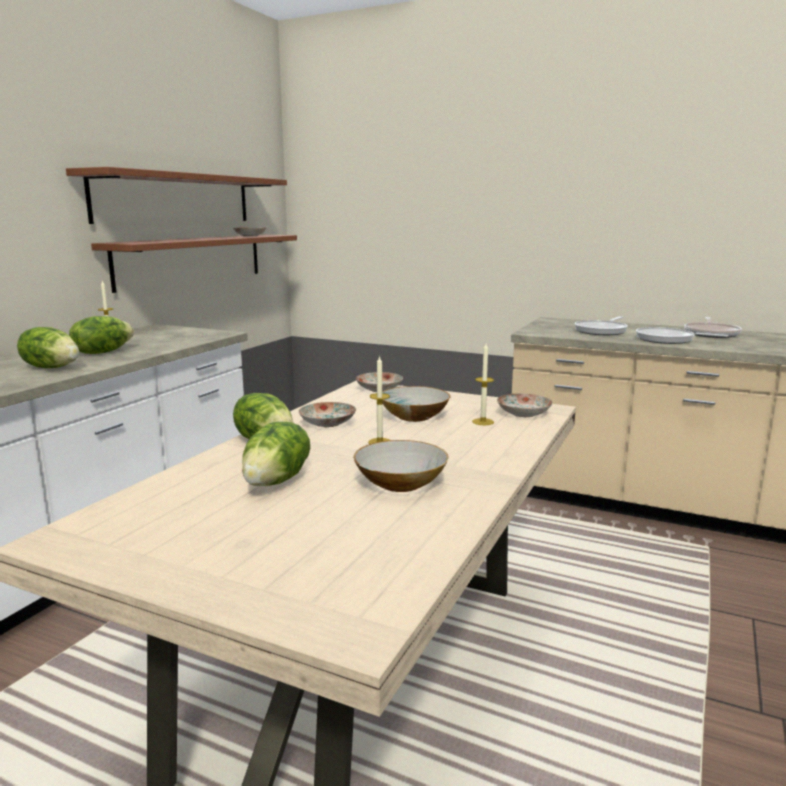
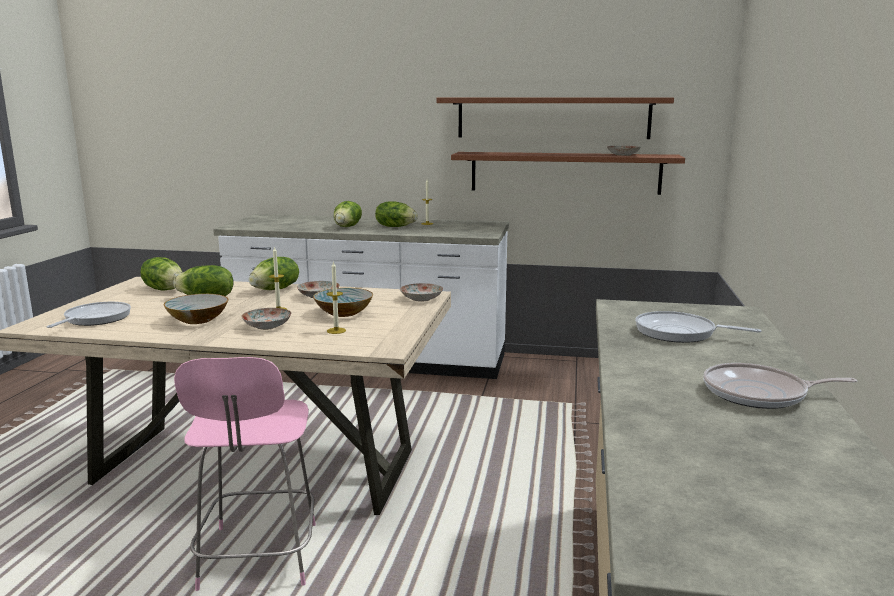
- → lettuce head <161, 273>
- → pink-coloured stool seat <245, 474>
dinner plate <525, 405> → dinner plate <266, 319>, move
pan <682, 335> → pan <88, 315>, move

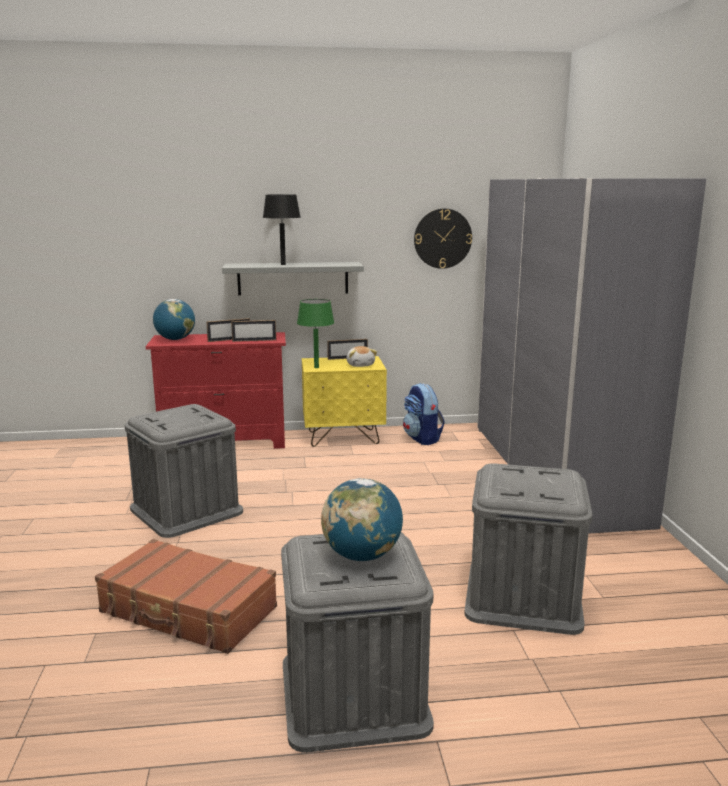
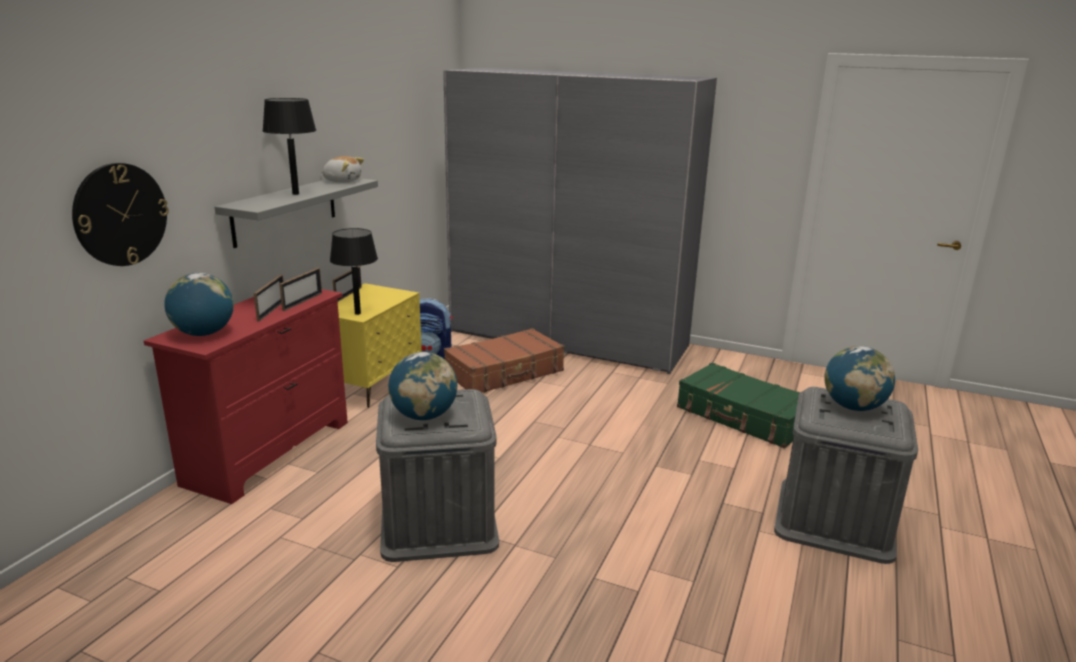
- → globe <422, 386>
brown-coloured piece of luggage <186, 596> → brown-coloured piece of luggage <504, 360>, move
plush toy <362, 356> → plush toy <342, 169>, move
clock on the wall <443, 238> → clock on the wall <120, 214>, move
gray storage container <529, 549> → green-coloured piece of luggage <738, 405>
green-coloured table lamp <315, 333> → black table lamp <354, 271>

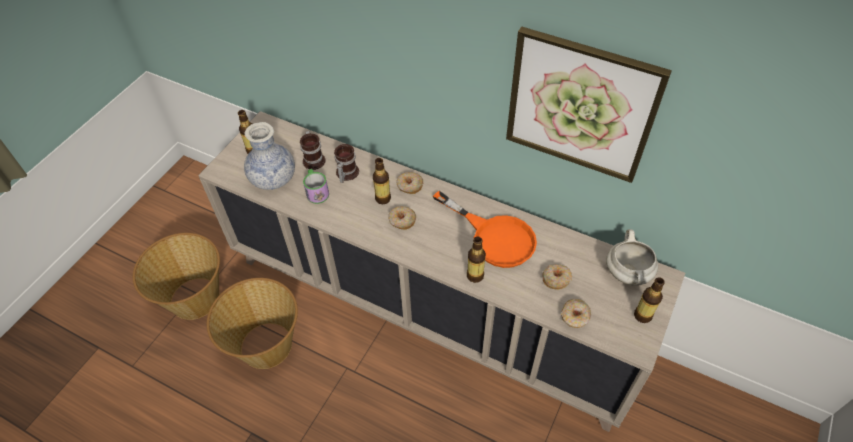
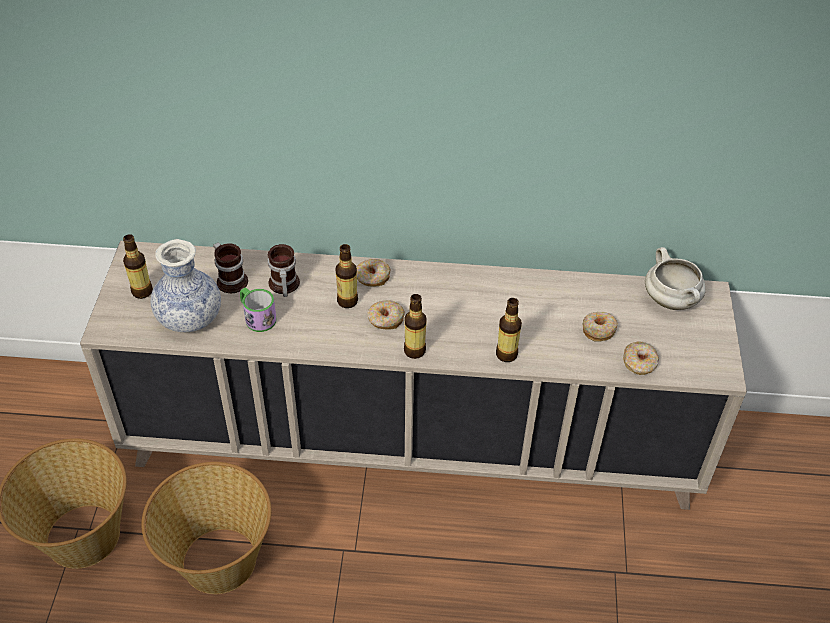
orange pan <485, 229> → -
picture <589, 105> → -
bottle <649, 300> → bottle <415, 326>, move

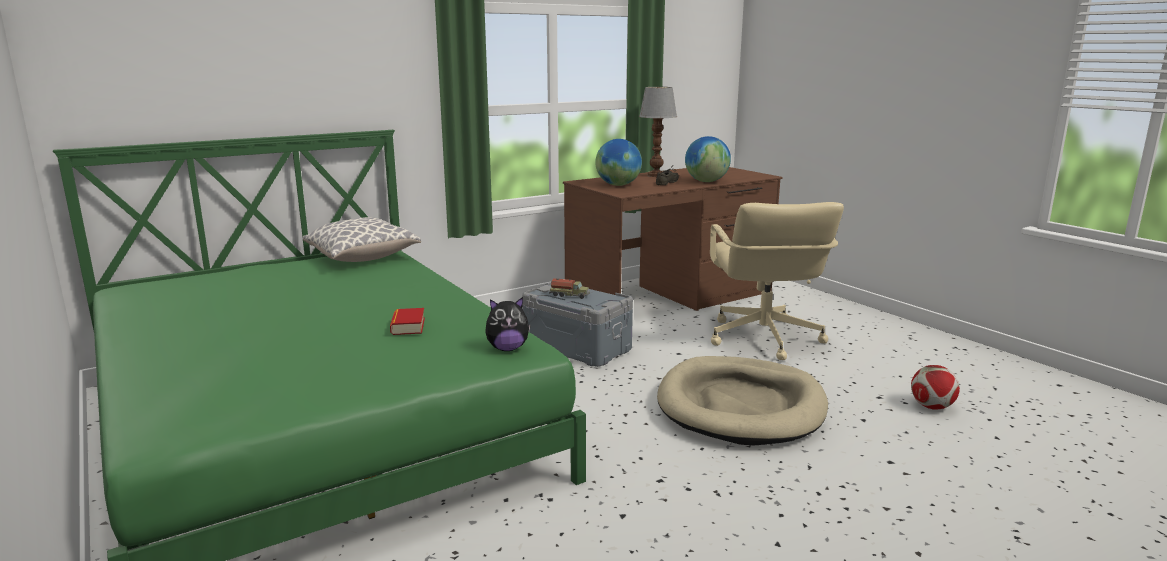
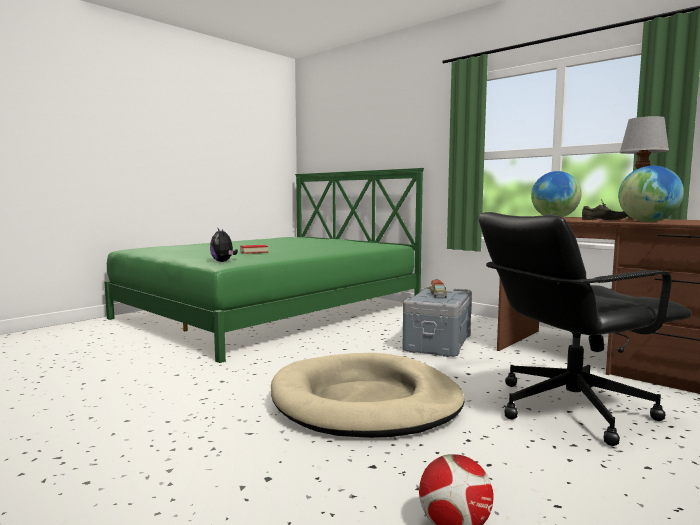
pillow <362, 239> → -
beige desk chair <777, 281> → black desk chair <585, 329>

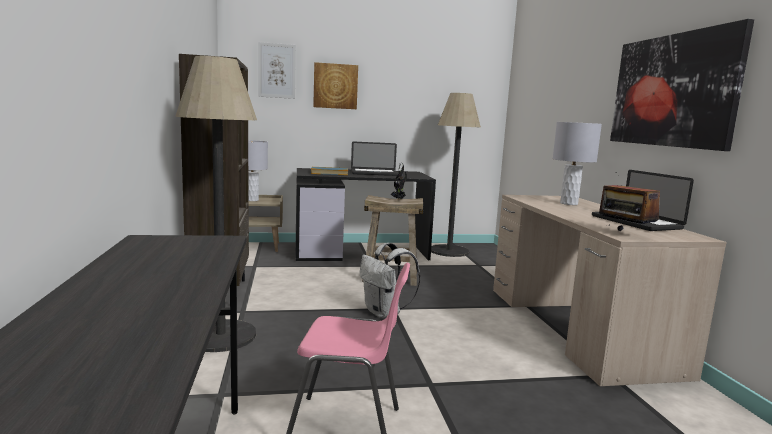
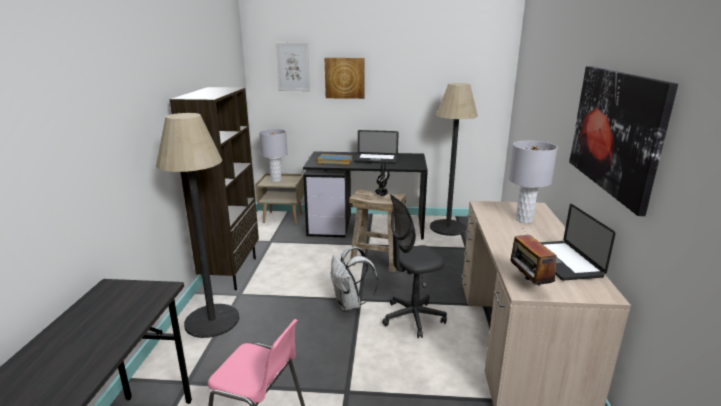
- → gray desk chair <414, 266>

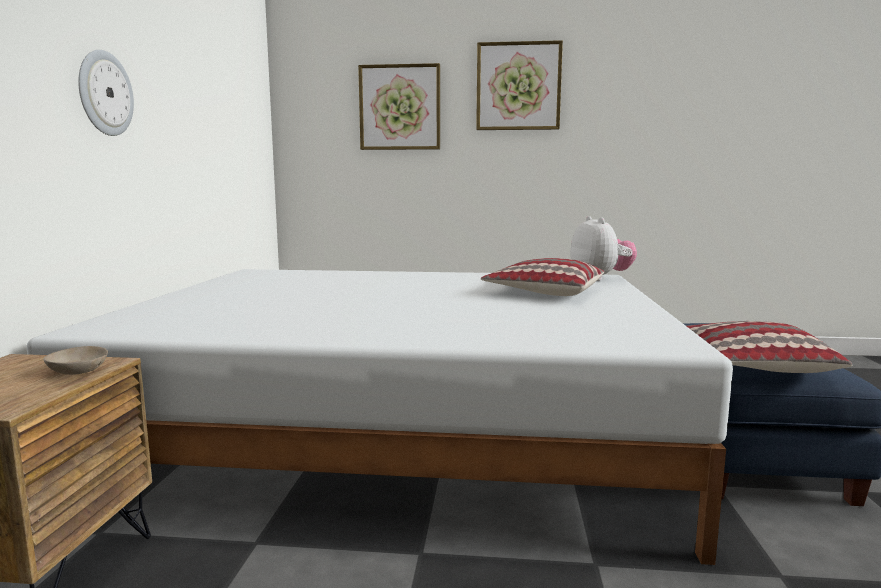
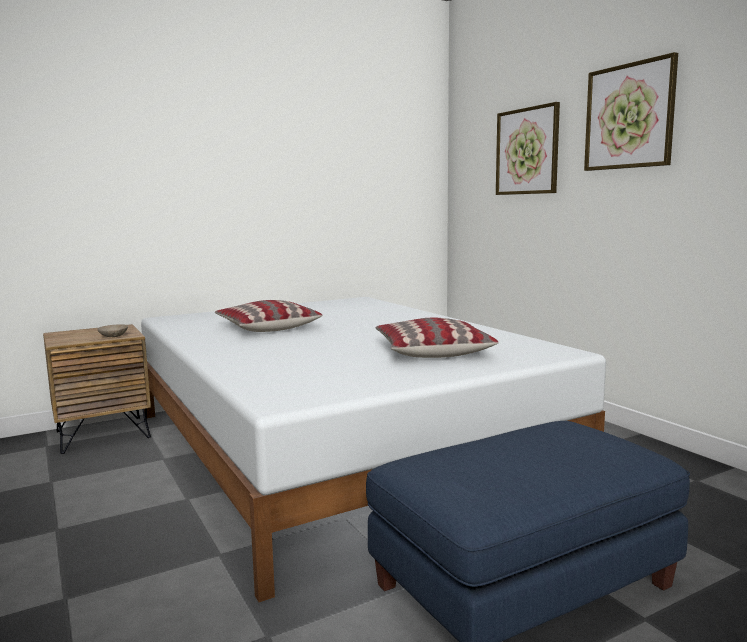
clock on the wall <106, 93> → -
plush toy <603, 248> → -
pillow <769, 347> → pillow <268, 316>, move

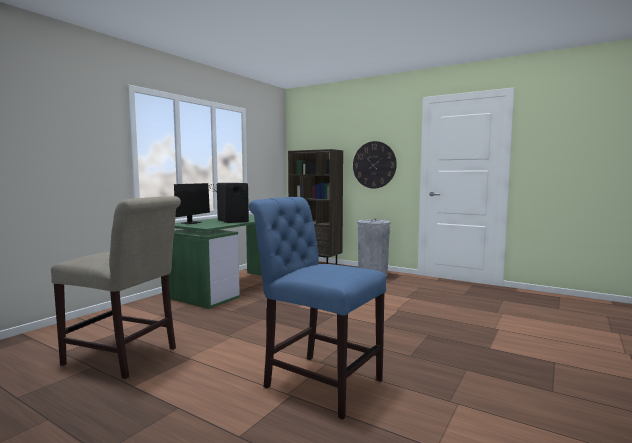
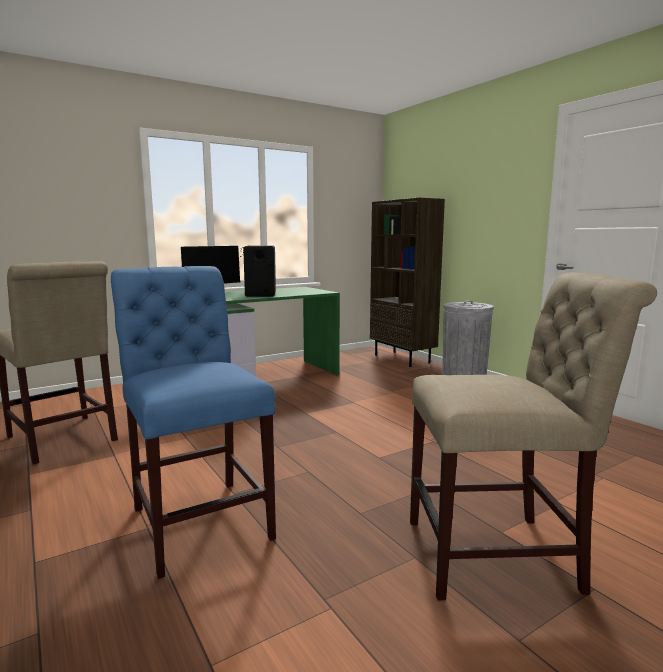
clock on the wall <375, 165> → -
- → beige chair <533, 436>

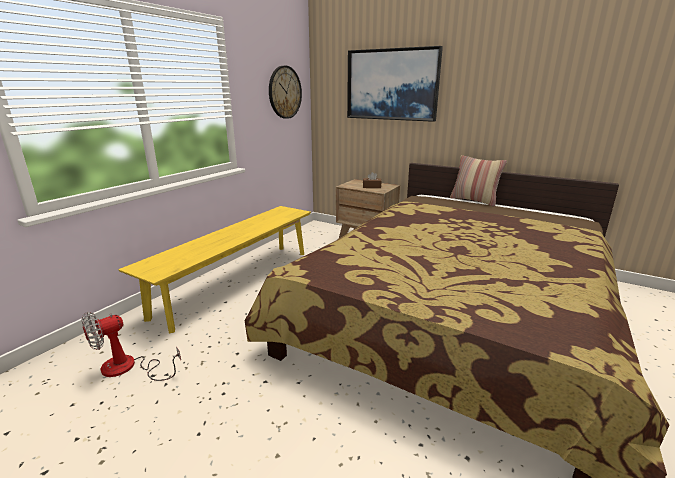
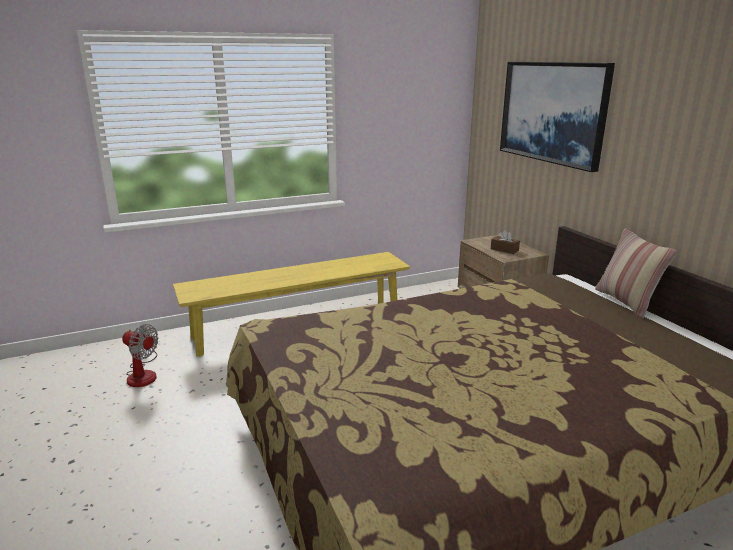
clock on the wall <285, 92> → -
electric fan <131, 346> → electric fan <140, 355>, 150 degrees counterclockwise

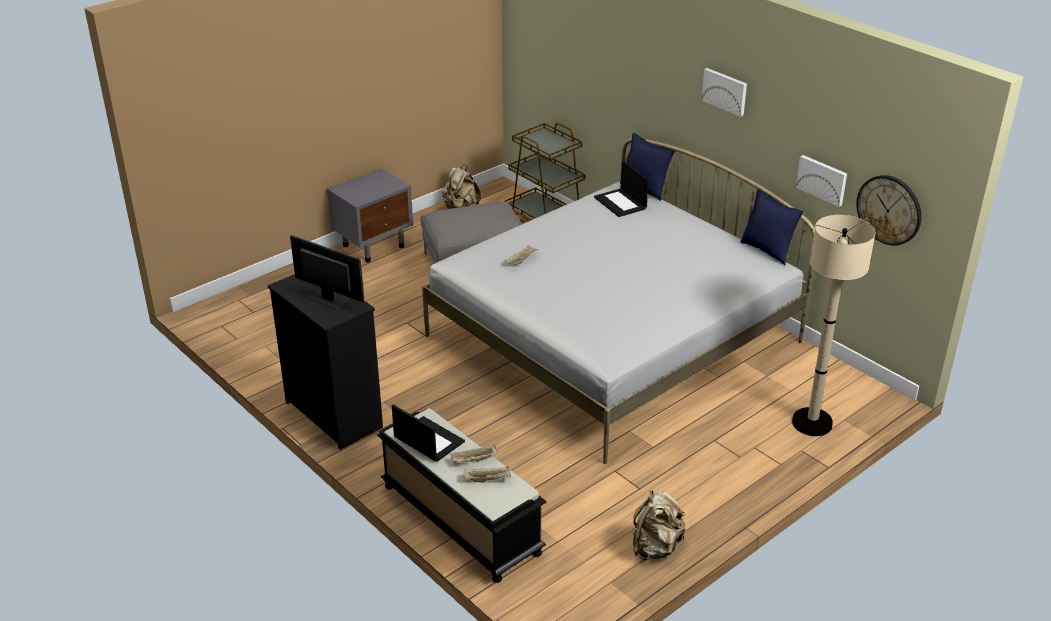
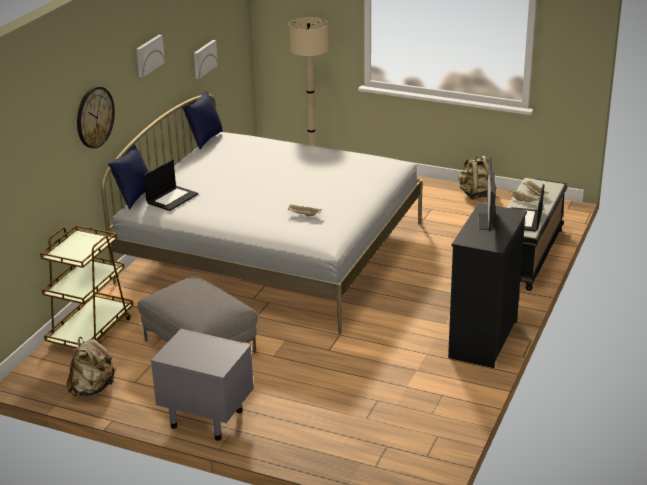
clock on the wall <889, 210> → clock on the wall <96, 117>, move

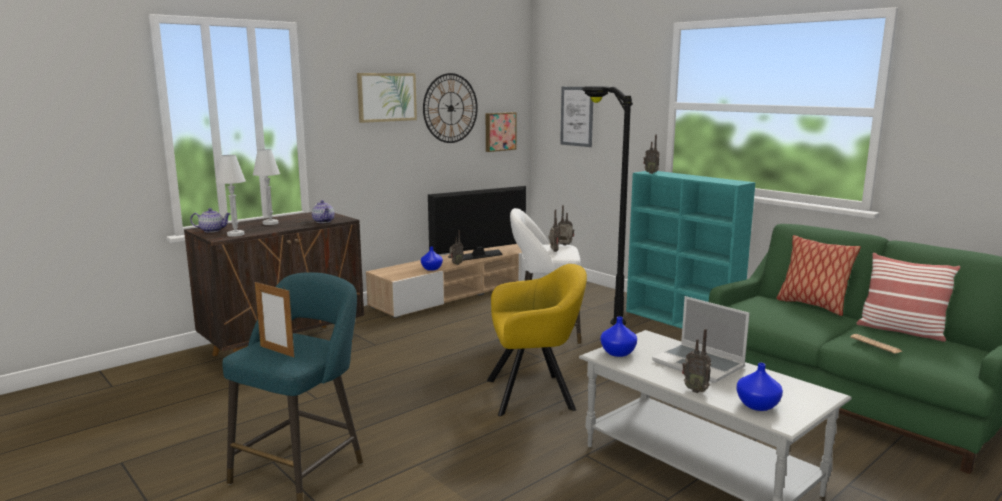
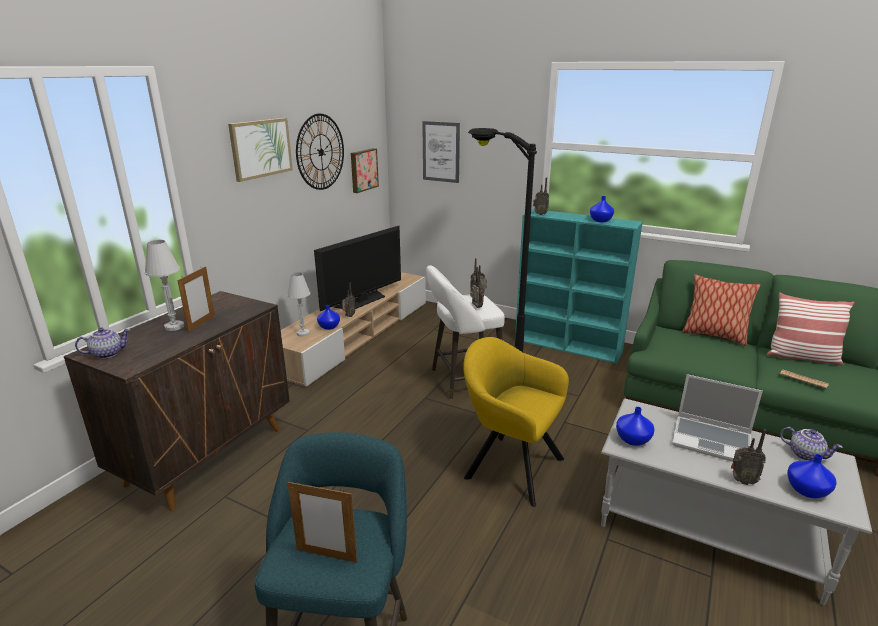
- → photo frame <196, 299>
- → blue-coloured vase <602, 209>
whitish table lamp <231, 196> → whitish table lamp <299, 304>, move
pot for tea <323, 211> → pot for tea <811, 444>, move
yellowish armchair <537, 340> → yellowish armchair <516, 422>, 120 degrees counterclockwise

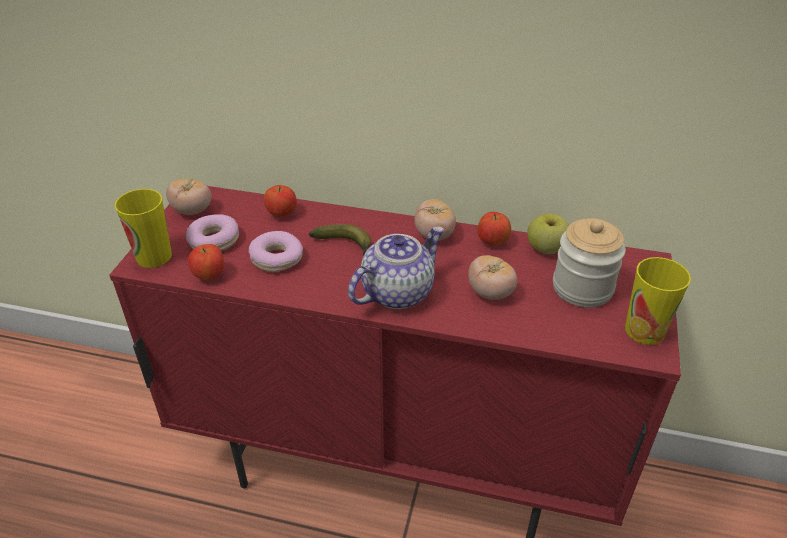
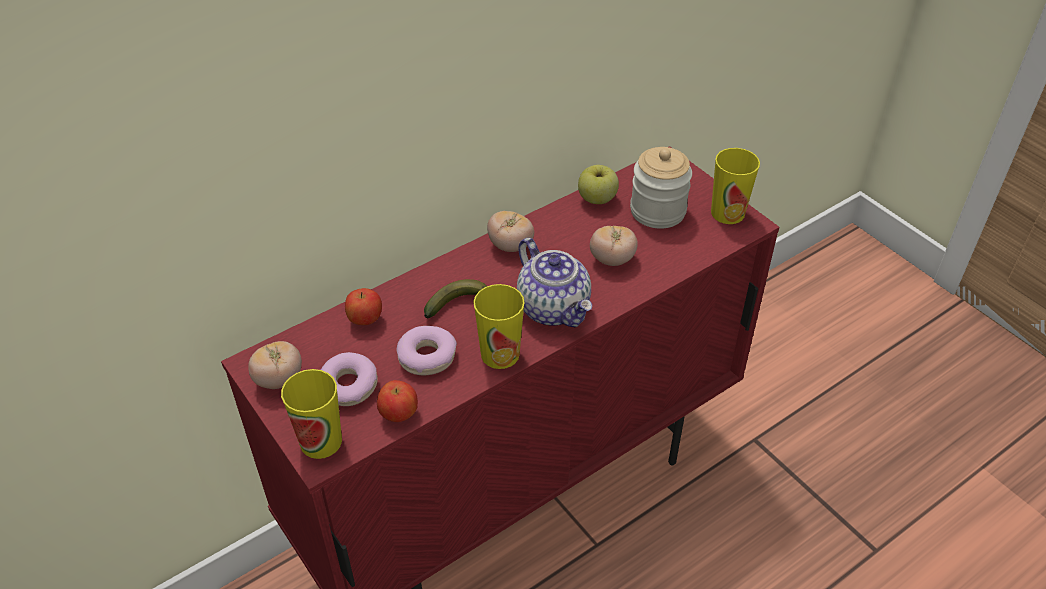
apple fruit <494, 228> → -
- → small cup <499, 326>
pot for tea <396, 267> → pot for tea <554, 283>, 150 degrees clockwise

